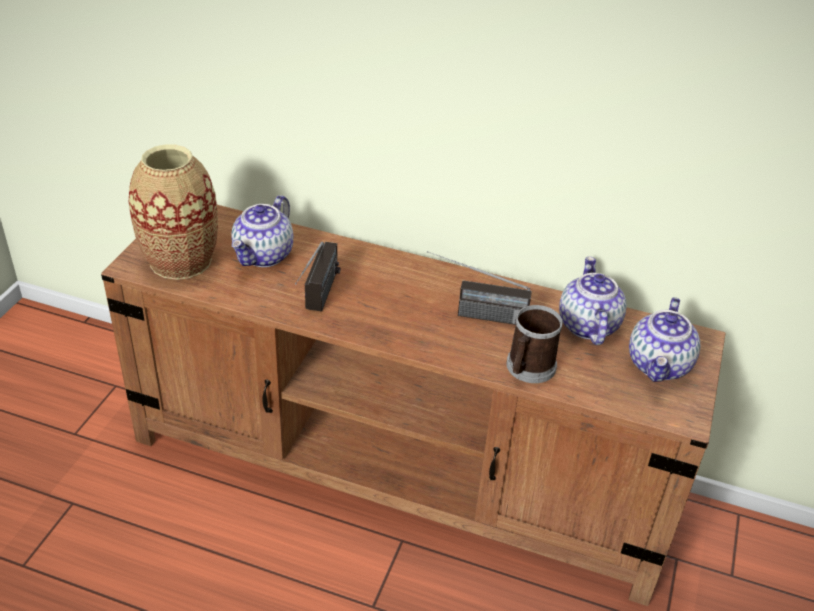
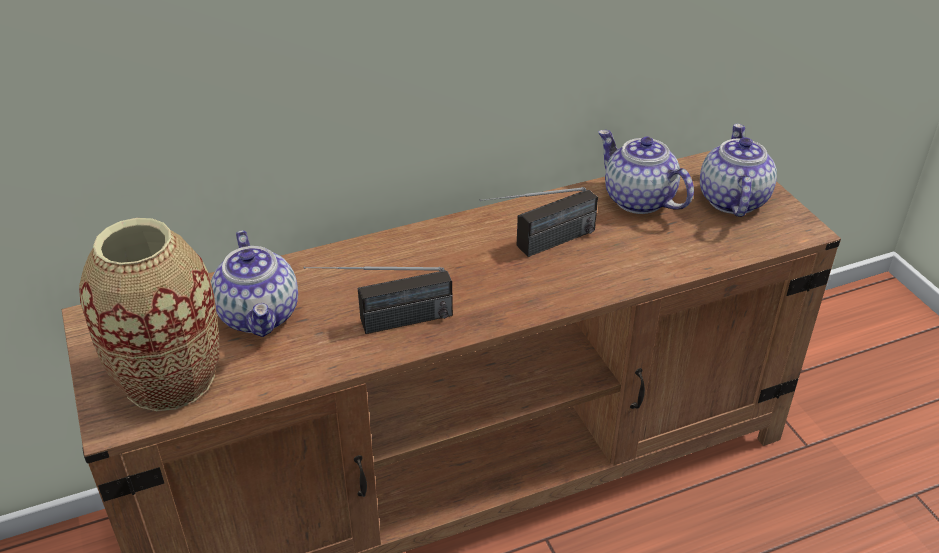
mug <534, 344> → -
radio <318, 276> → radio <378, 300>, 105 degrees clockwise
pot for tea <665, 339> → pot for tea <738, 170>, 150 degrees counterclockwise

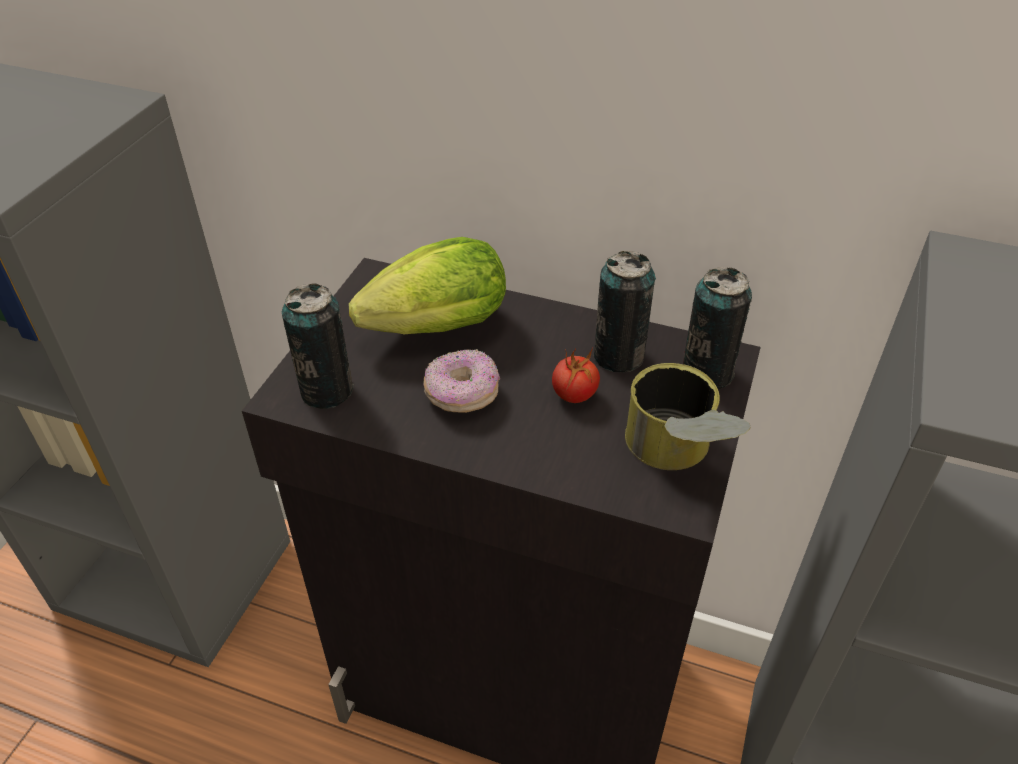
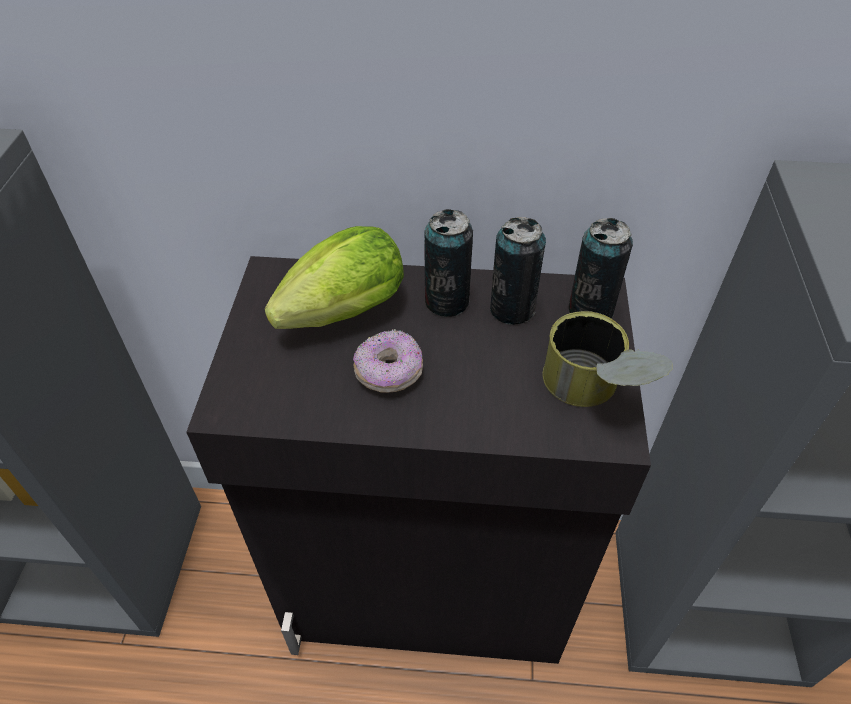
fresh tomato <576, 375> → -
can <318, 346> → can <448, 263>, move

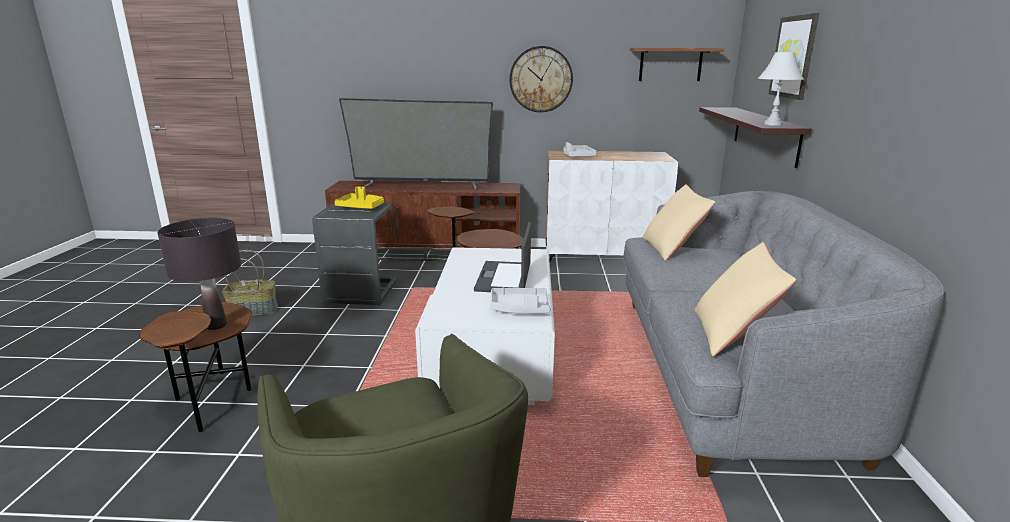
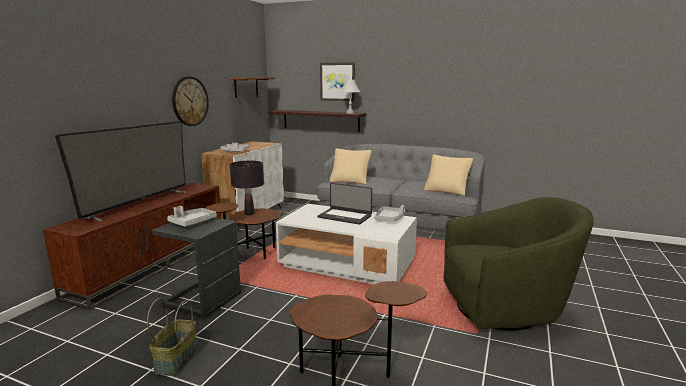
black table lamp <199, 274> → black table lamp <247, 188>, move
yellowish serving tray <359, 198> → gray serving tray <192, 216>

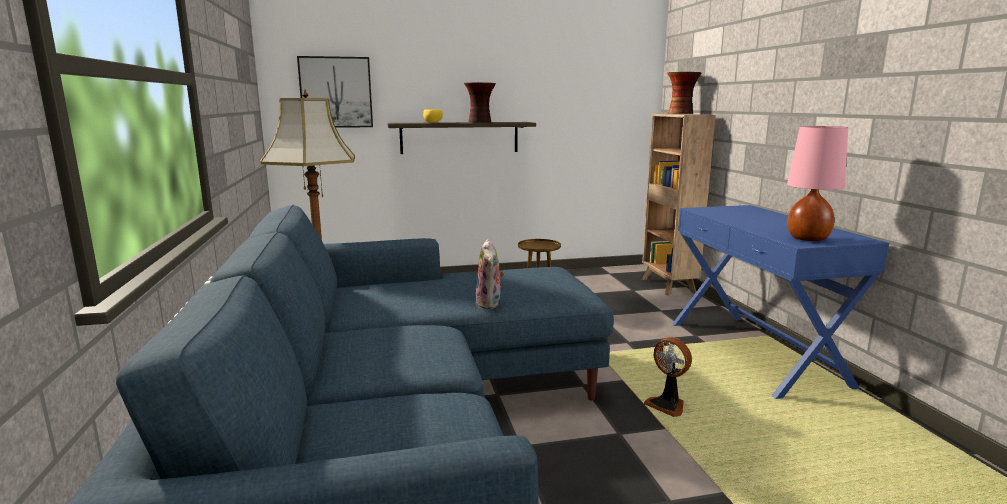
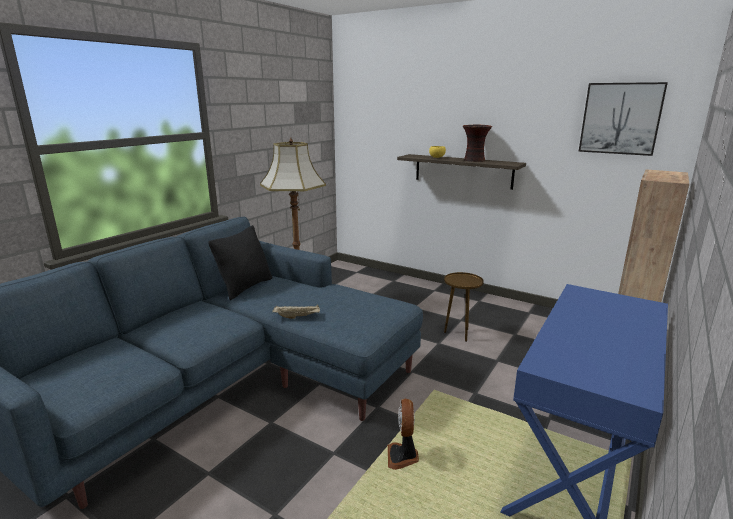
vase <684, 93> → -
pink-coloured table lamp <817, 183> → -
- → black pillow <240, 262>
picture <335, 92> → picture <623, 119>, move
plush toy <490, 274> → beige serving tray <296, 312>

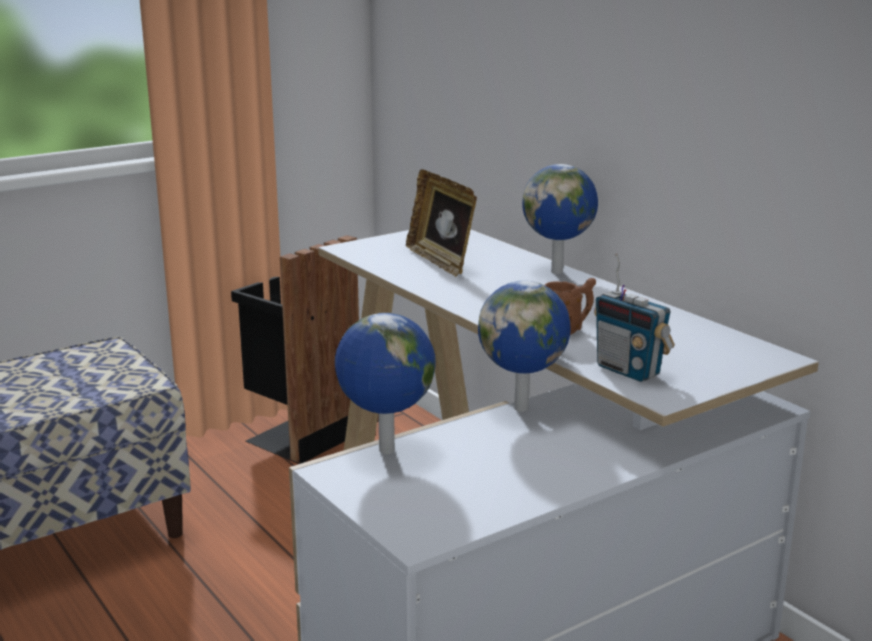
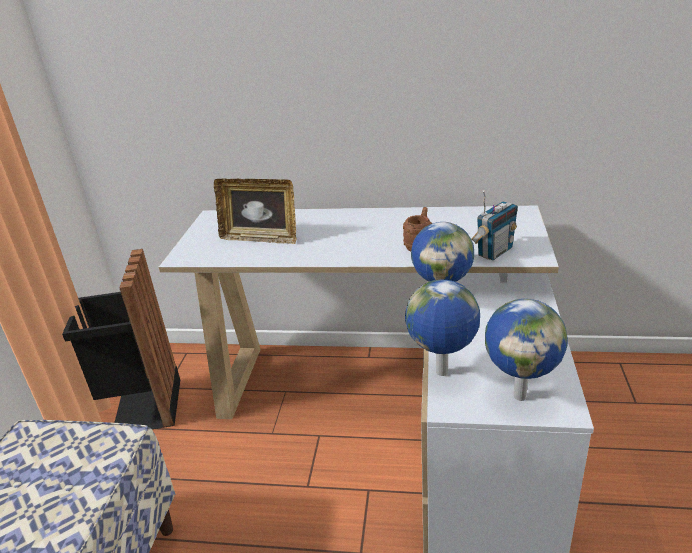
globe <560, 219> → globe <526, 350>, move
radio <634, 317> → radio <494, 225>, 45 degrees counterclockwise

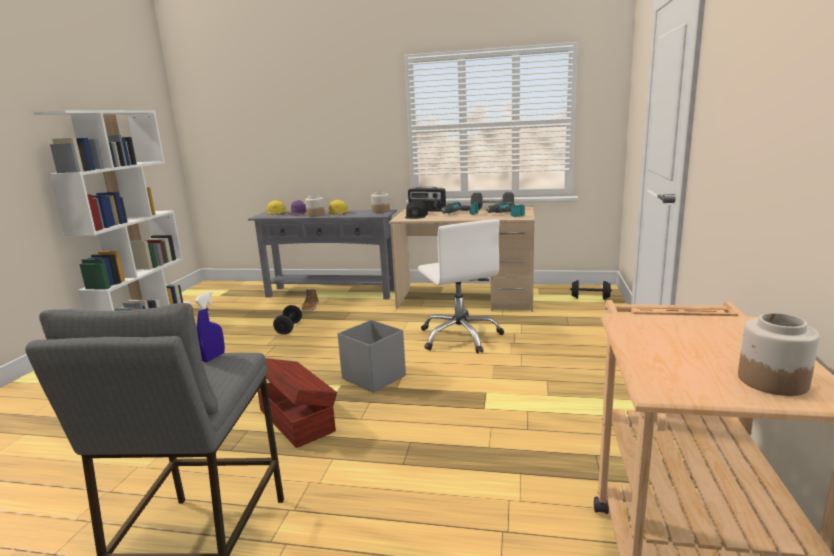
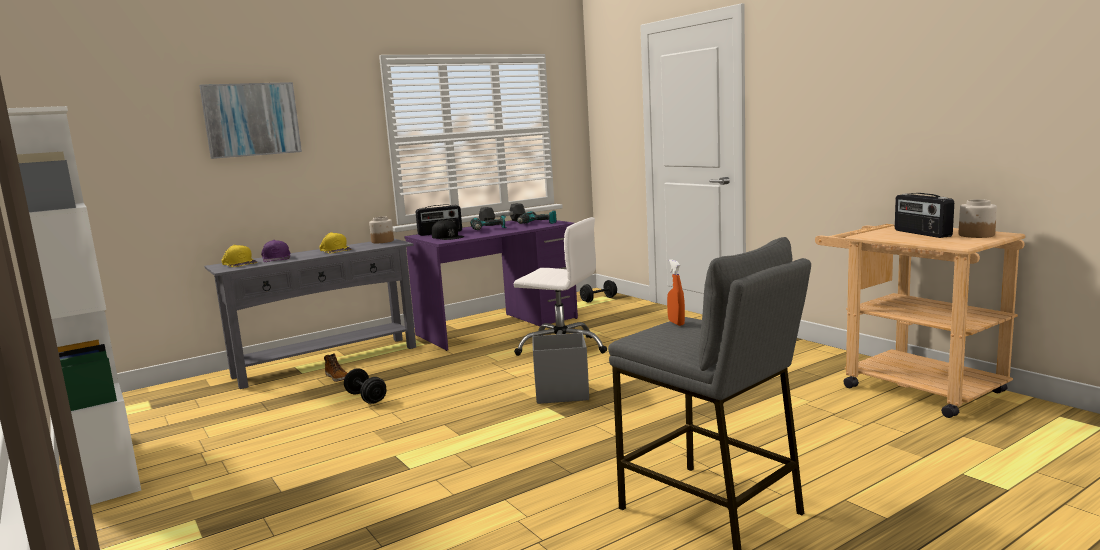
brown-coloured storage container <297, 403> → -
storage jar <315, 206> → -
- → picture <250, 120>
- → radio <924, 215>
blue-coloured sprayer <209, 326> → orange sprayer <676, 292>
beige desk unit <462, 259> → purple desk unit <491, 285>

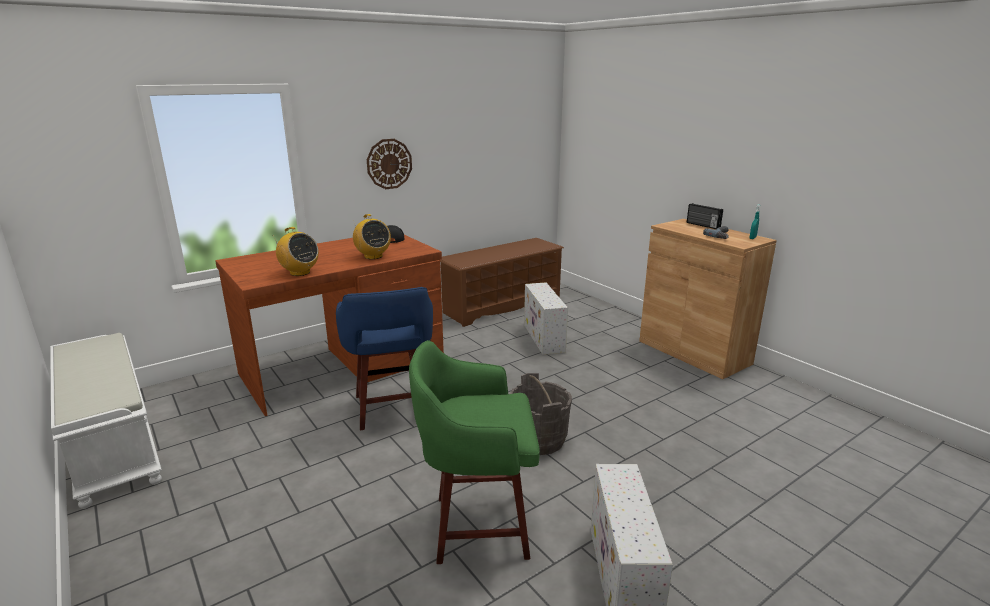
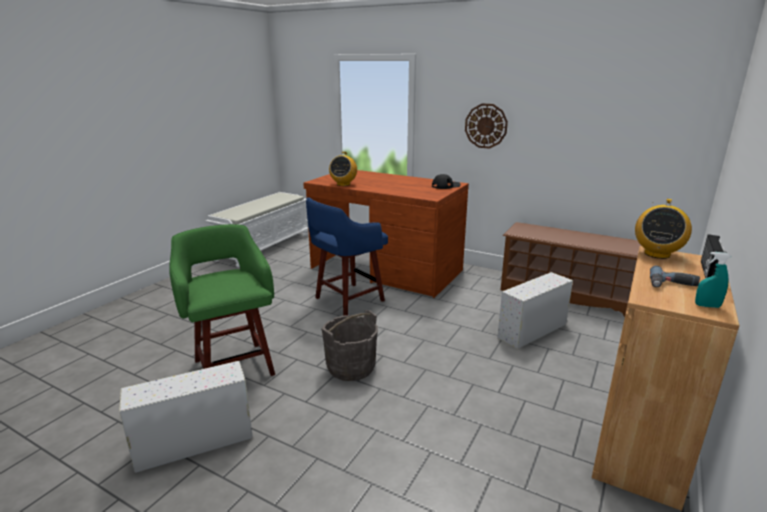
radio <372, 236> → radio <663, 229>, move

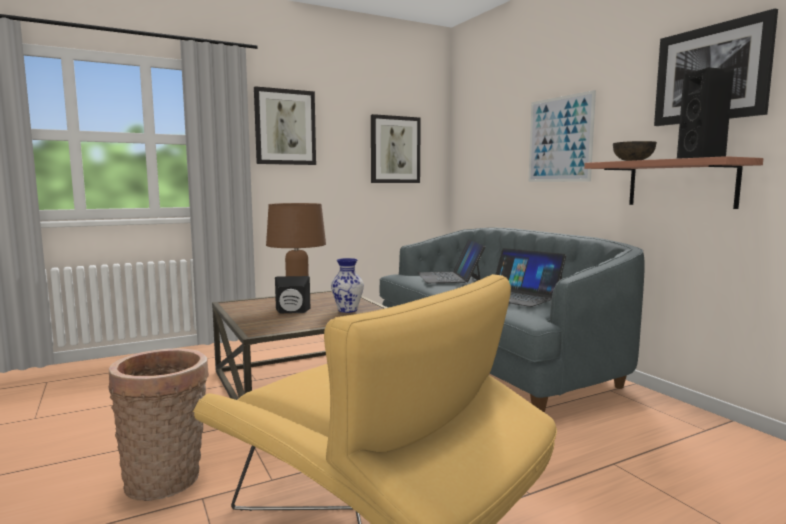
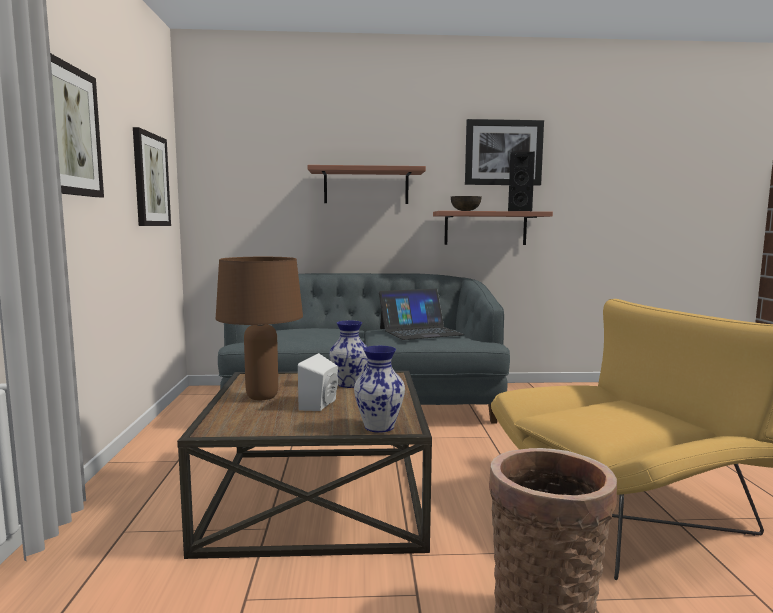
notebook computer <451, 261> → -
- → vase <379, 389>
picture <562, 136> → shelf <367, 184>
black speaker <292, 295> → whitish speaker <318, 382>

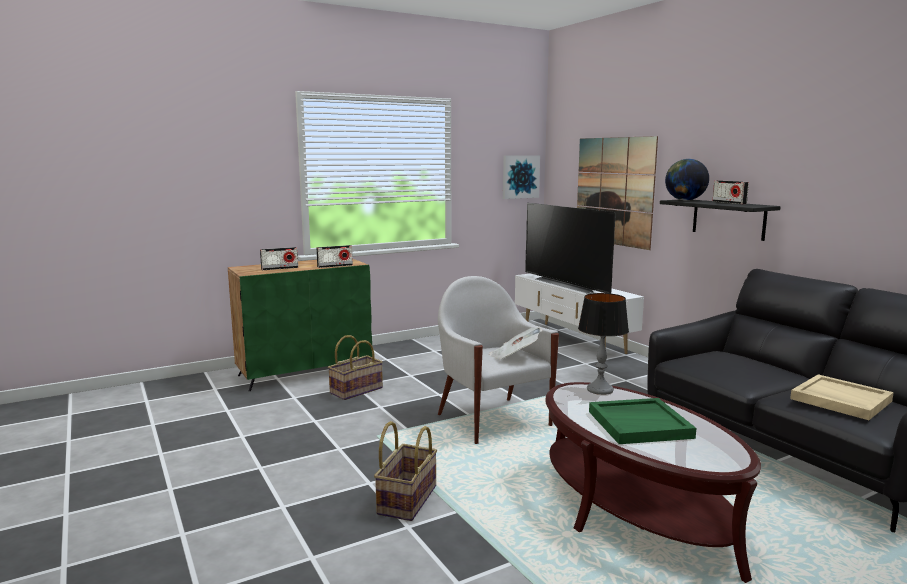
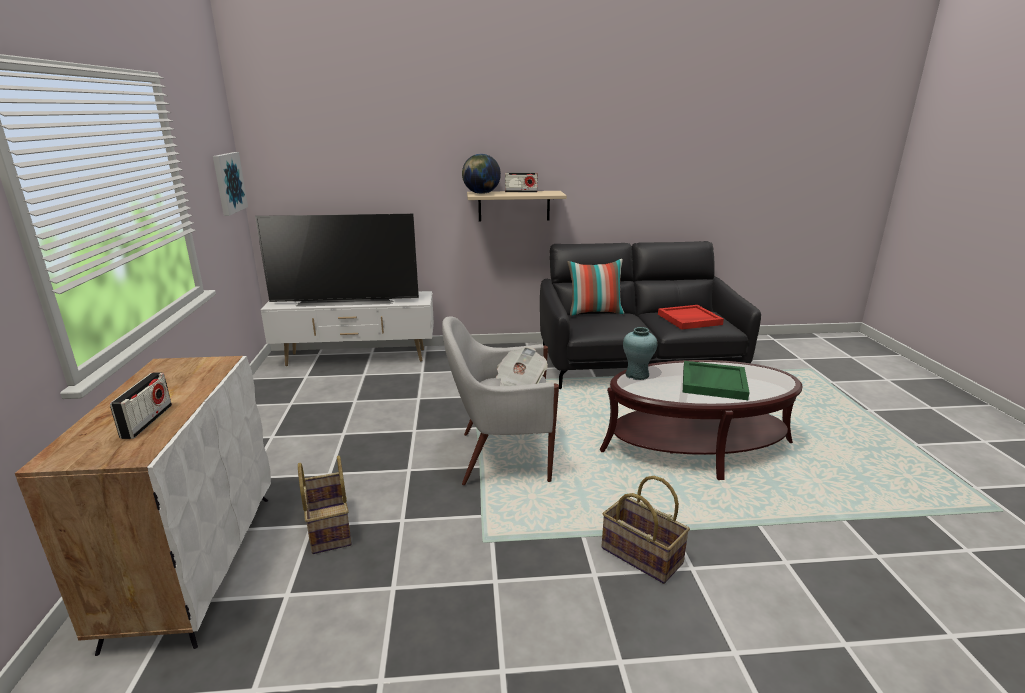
radio <334, 256> → -
picture <617, 193> → -
- → pillow <595, 287>
table lamp <603, 344> → turquoise-coloured vase <640, 353>
green-coloured cabinet <300, 325> → whitish cabinet <143, 506>
black shelf <720, 220> → beige shelf <517, 206>
beige serving tray <842, 397> → red-coloured serving tray <691, 317>

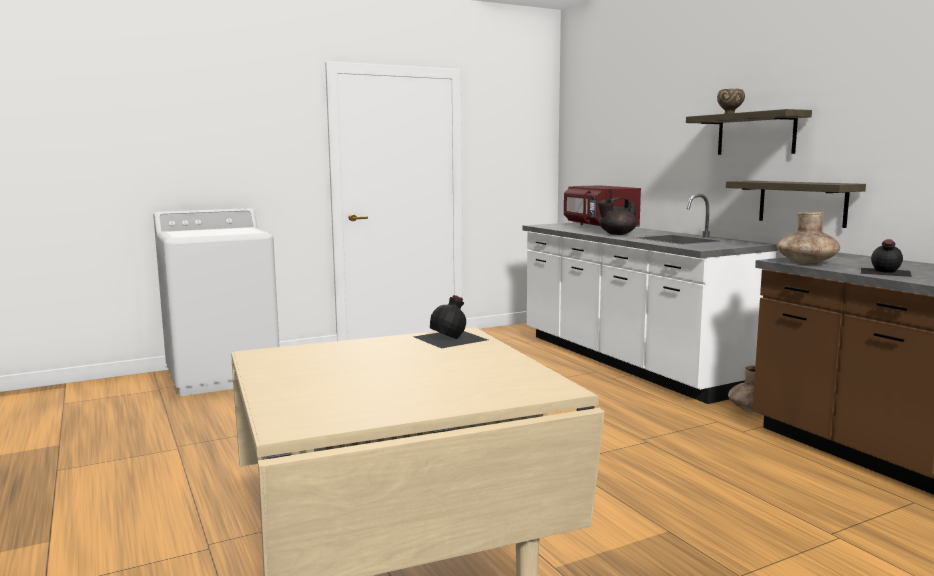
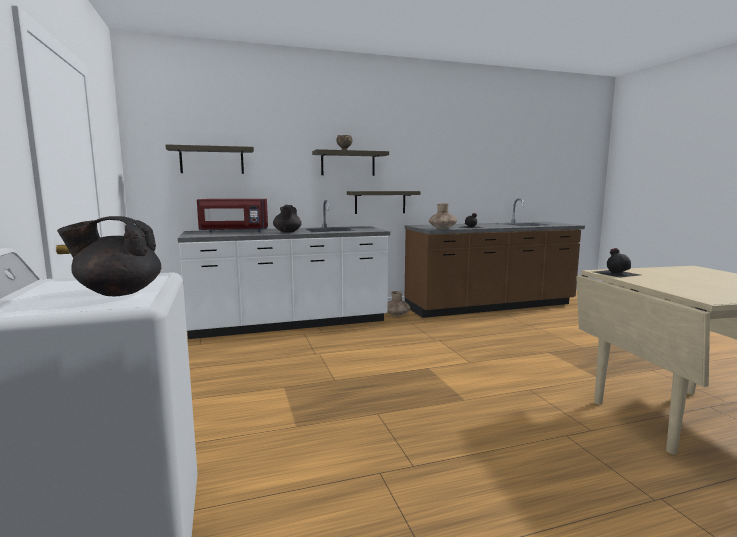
- → black pot for tea <109, 256>
- → shelf <209, 159>

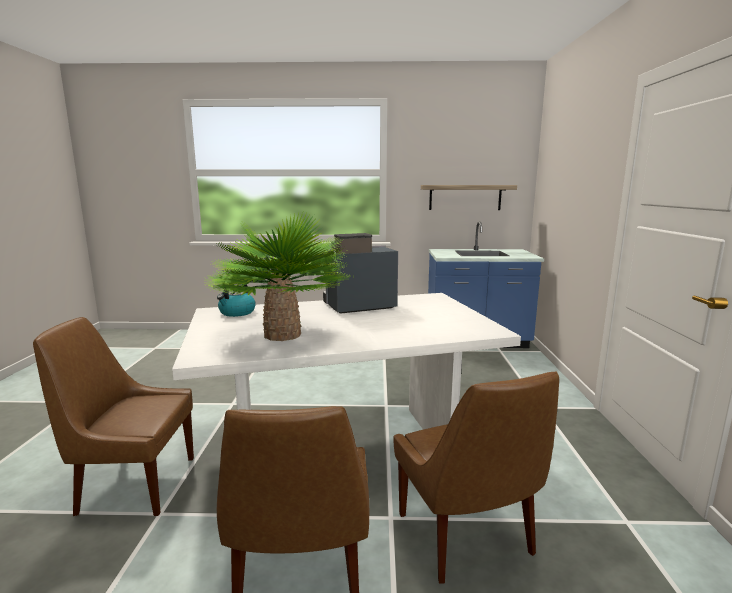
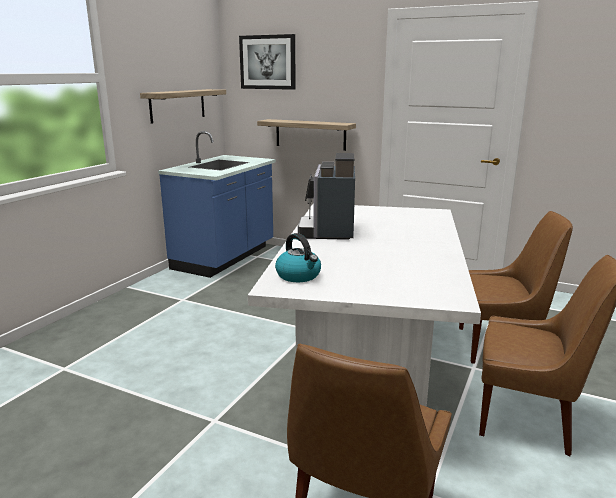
plant in a pot <276, 277> → -
- → picture <267, 62>
- → shelf <306, 135>

